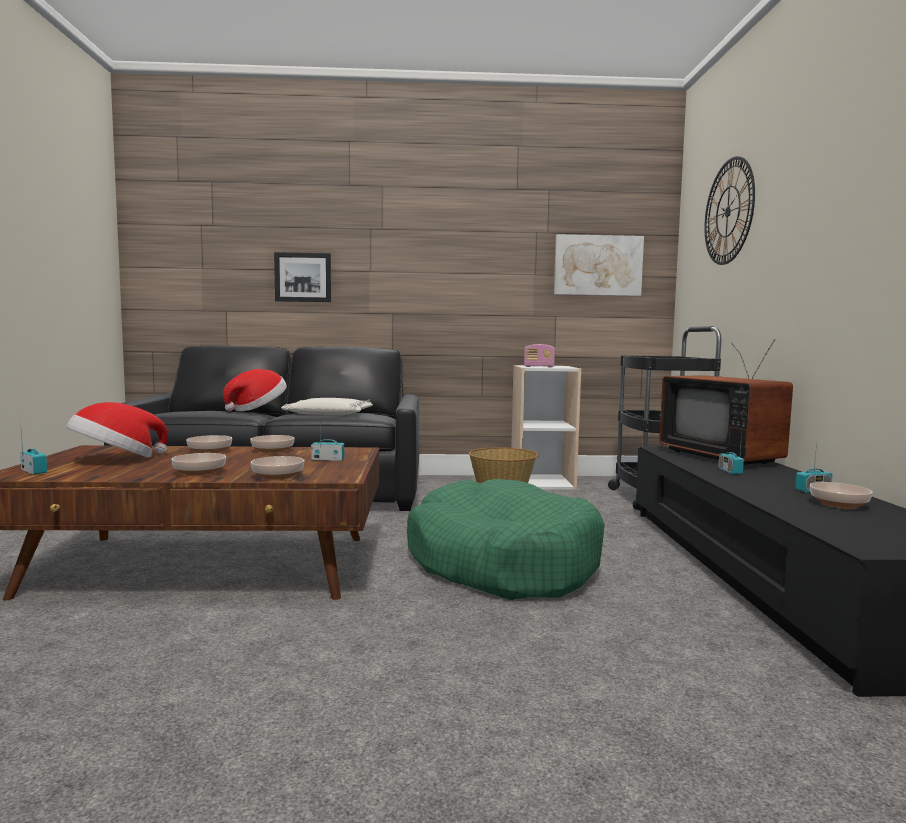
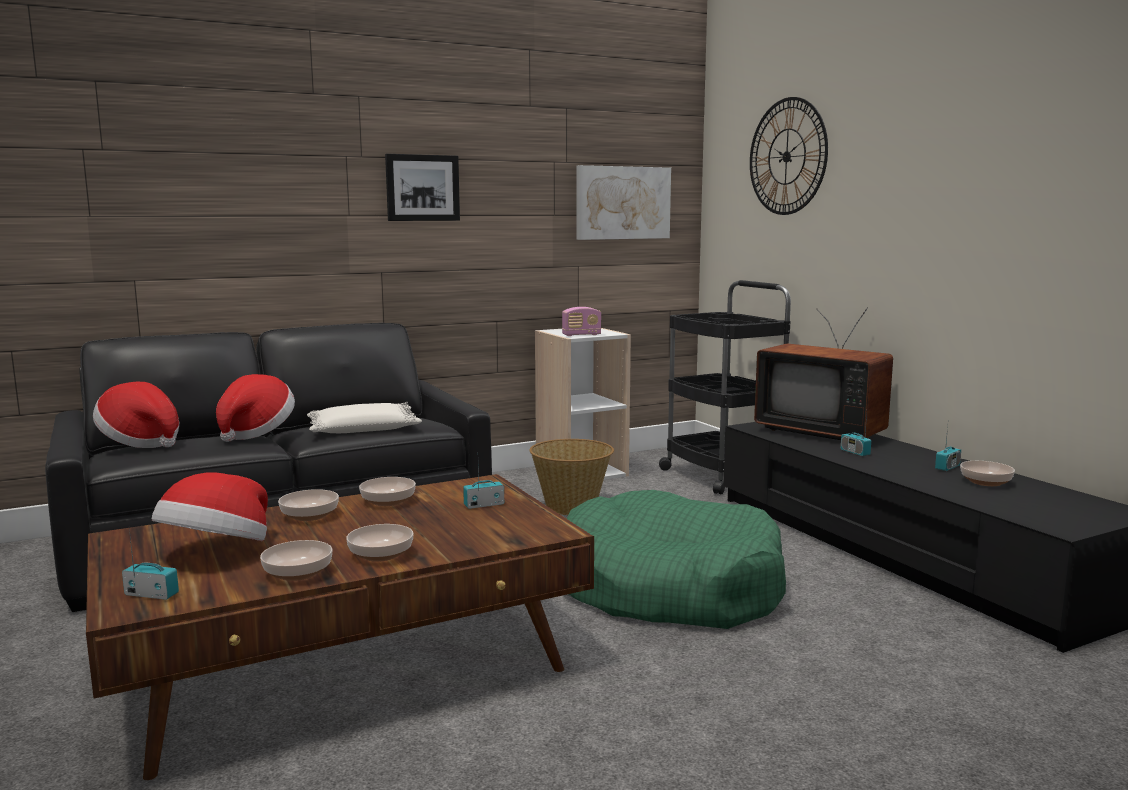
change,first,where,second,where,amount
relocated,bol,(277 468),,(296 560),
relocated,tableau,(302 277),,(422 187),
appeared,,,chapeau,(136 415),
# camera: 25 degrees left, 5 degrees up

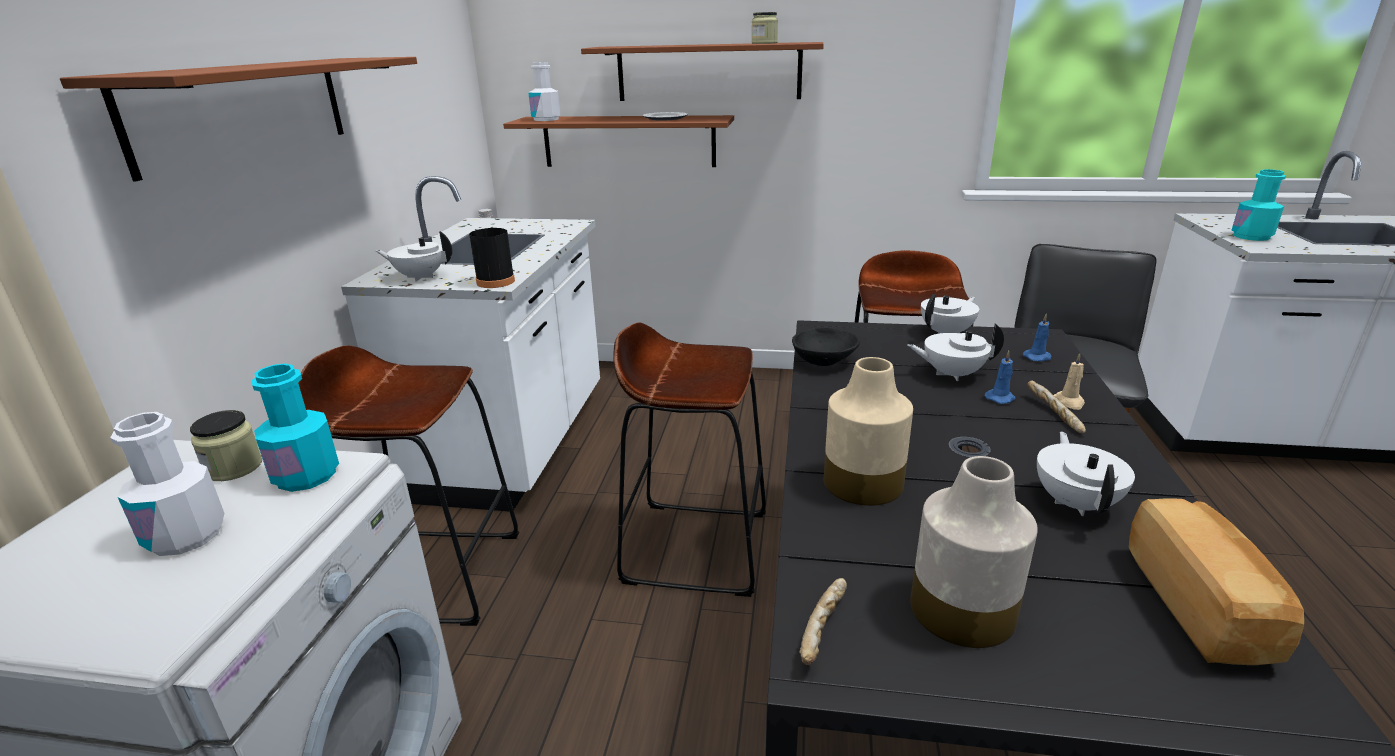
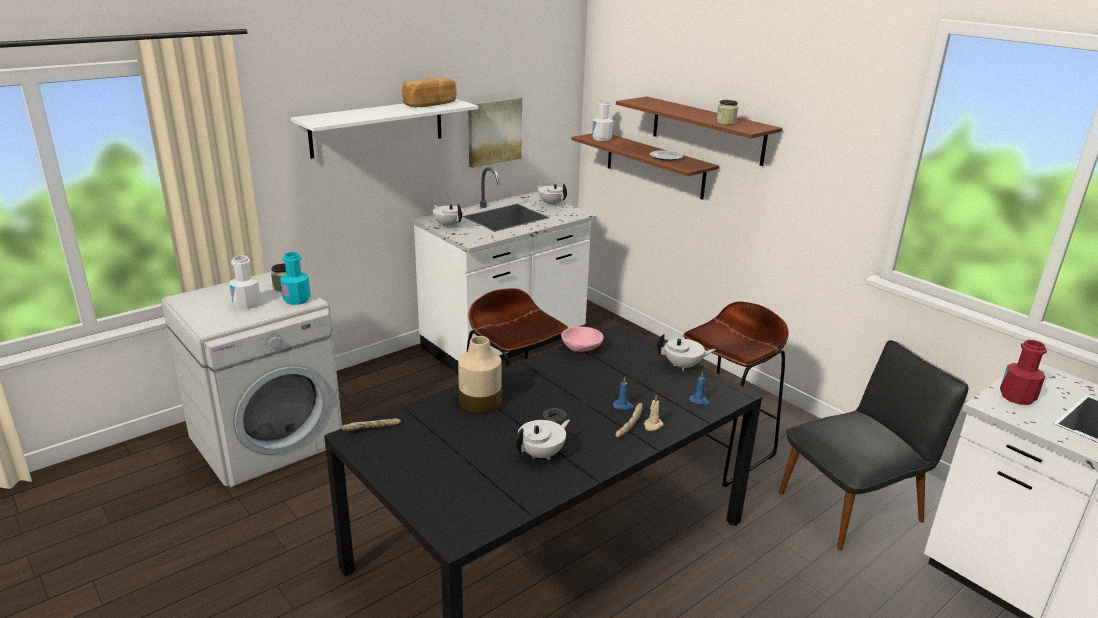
change,first,where,second,where,amount
colour,étagère (marron),(238 119),étagère (blanc),(384 129),
missing,tabouret (marron),(408 485),,,
missing,bouteille (noir),(492 248),,,
colour,bol (noir),(826 347),bol (rose),(582 339),
relocated,théière (blanc),(956 352),,(551 194),
missing,vase (beige),(974 552),,,
relocated,pain,(1216 581),,(429 92),
colour,bouteille (turquoise),(1259 205),bouteille (rouge),(1023 372),
appeared,,,tableau,(495 132),
# camera: 40 degrees right, 0 degrees up

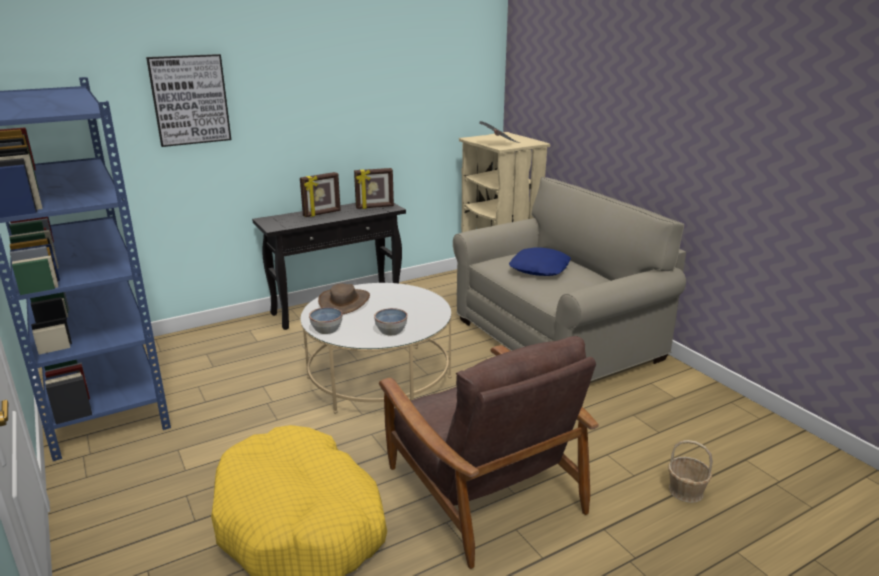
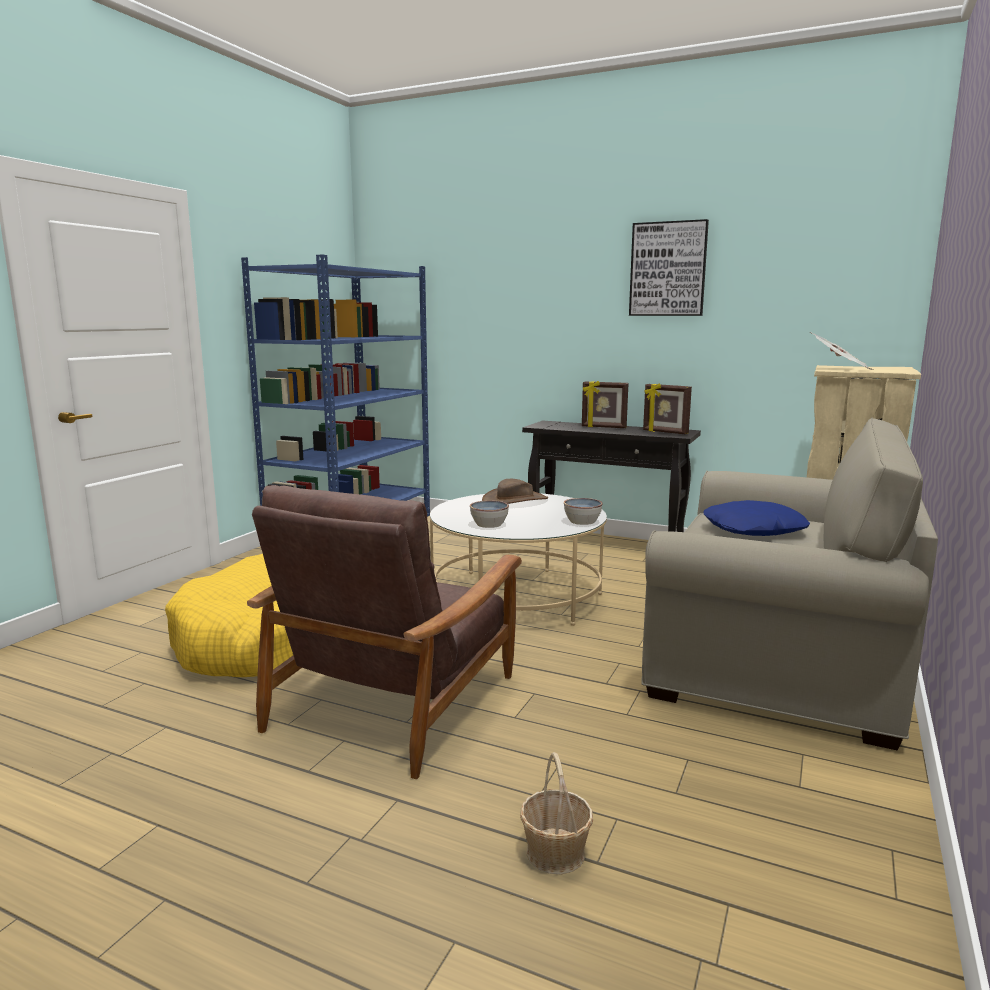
change,first,where,second,where,amount
relocated,tableau,(188 100),,(669 267),
relocated,bol,(326 320),,(583 511),
# camera: 55 degrees right, 10 degrees down

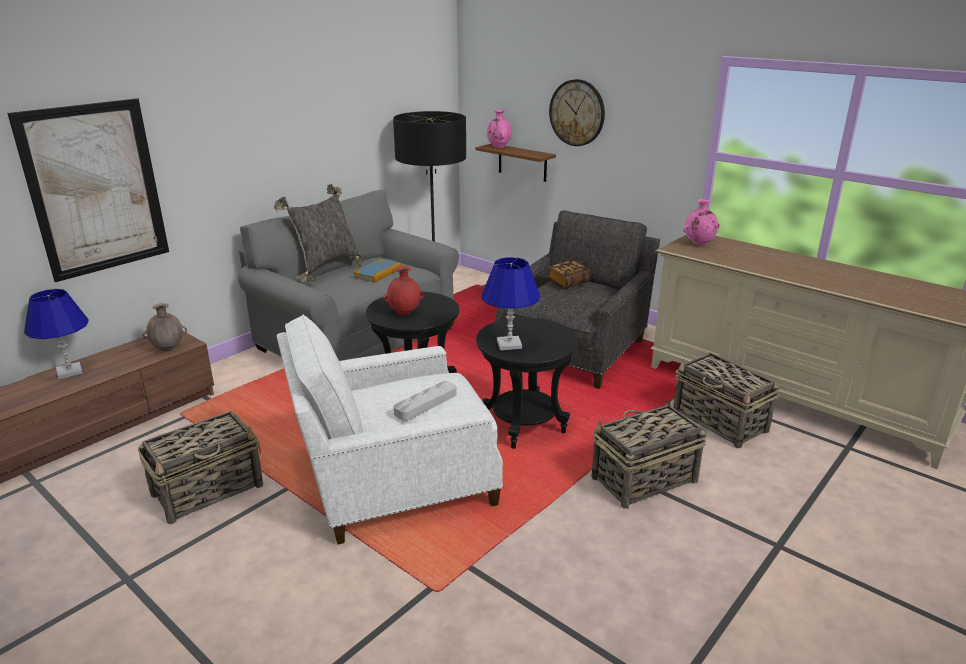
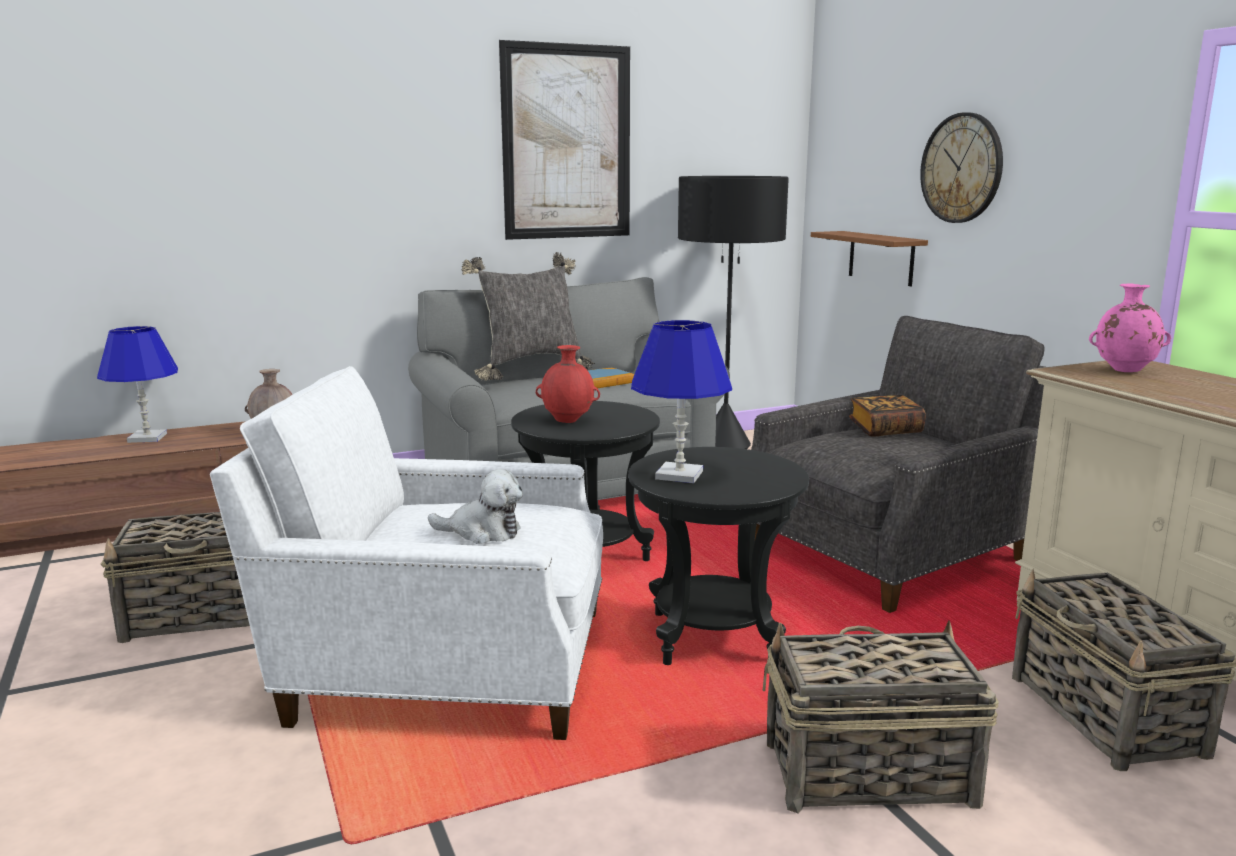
change,first,where,second,where,amount
relocated,tableau,(88 190),,(564 140),
exchanged,plateau (gris),(425 401),peluche,(475 506),
missing,vase (rose),(499 129),,,
# camera: 25 degrees right, 10 degrees down

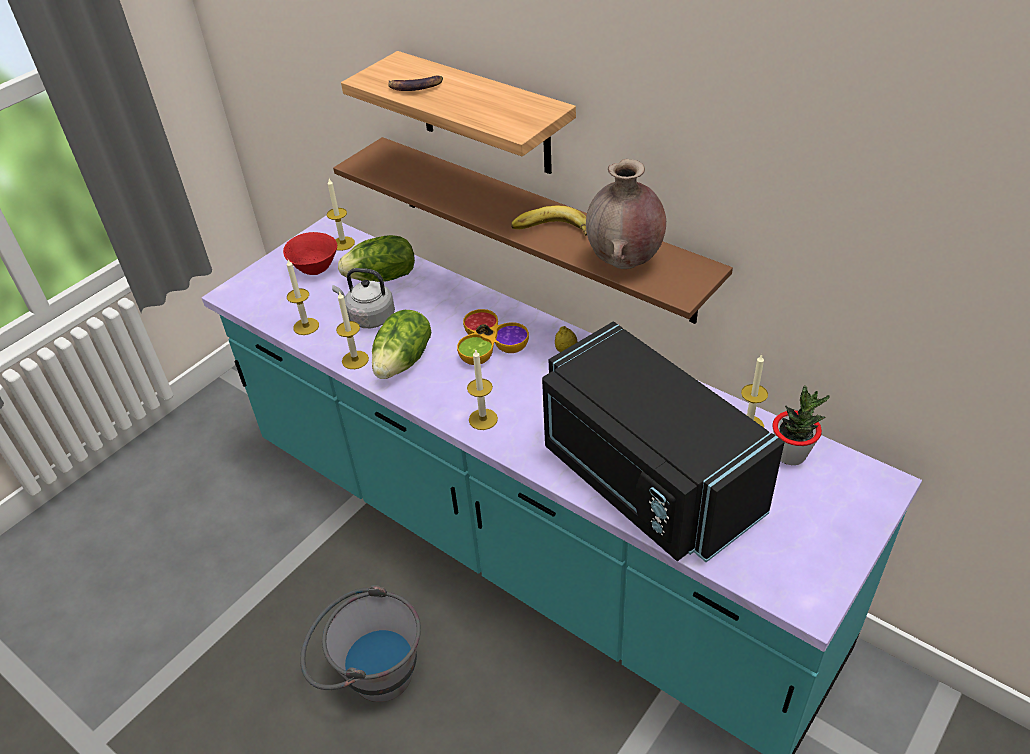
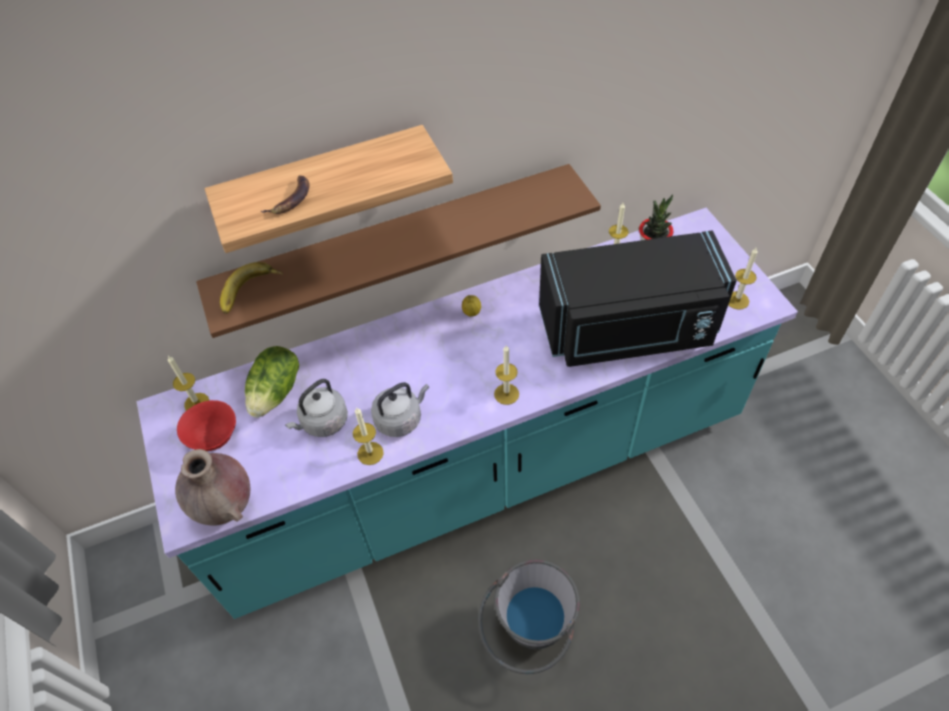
change,first,where,second,where,amount
relocated,bougie,(303 297),,(743 279),
exchanged,laitue,(401 344),bouilloire (gris),(400 409),
missing,bol,(493 337),,,
relocated,banane,(549 220),,(251 288),
relocated,vase (marron),(626 214),,(212 487),
# camera: 60 degrees left, 10 degrees up

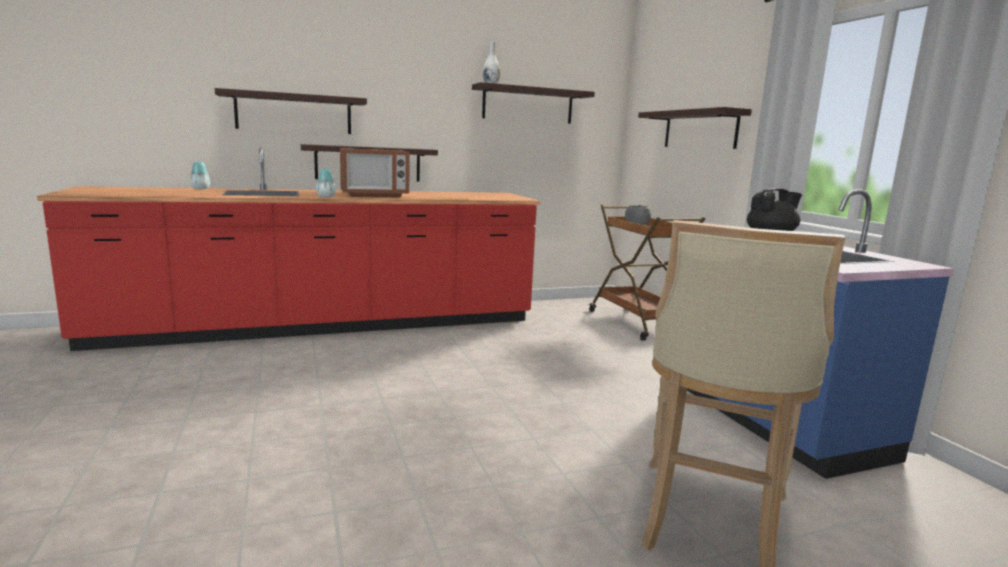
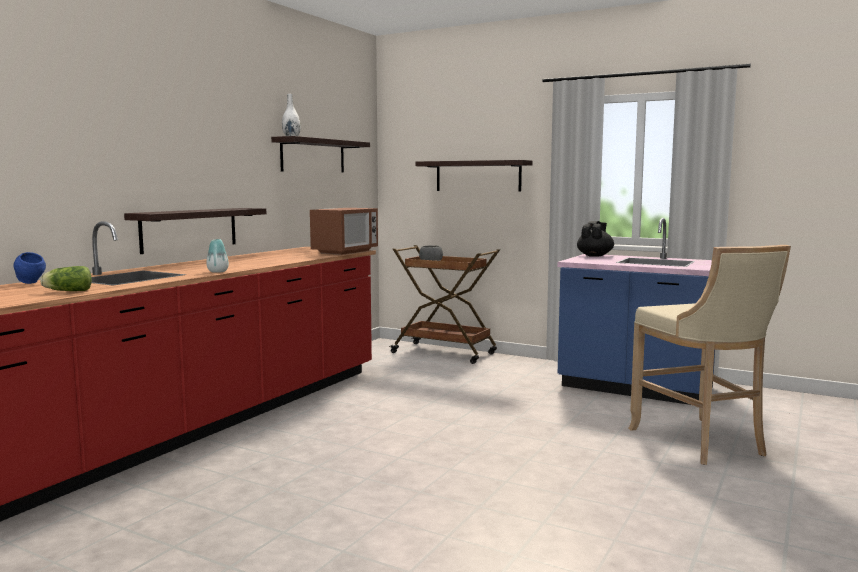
change,first,where,second,where,amount
exchanged,vase,(200 175),bol (bleu),(29 268),
missing,étagère,(291 111),,,
relocated,micro-ondes,(375 172),,(344 231),
appeared,,,laitue,(66 278),
# camera: 40 degrees left, 5 degrees down

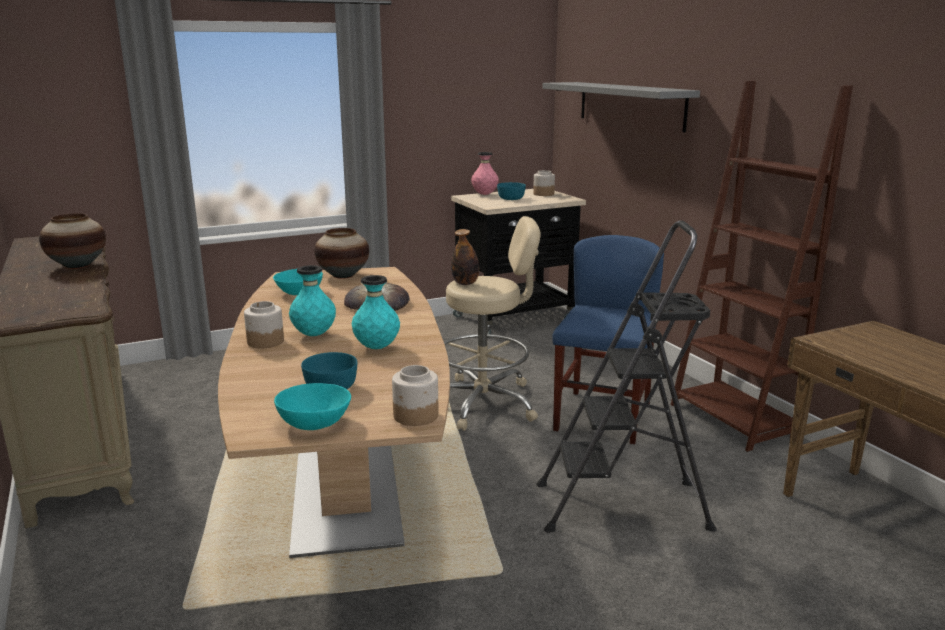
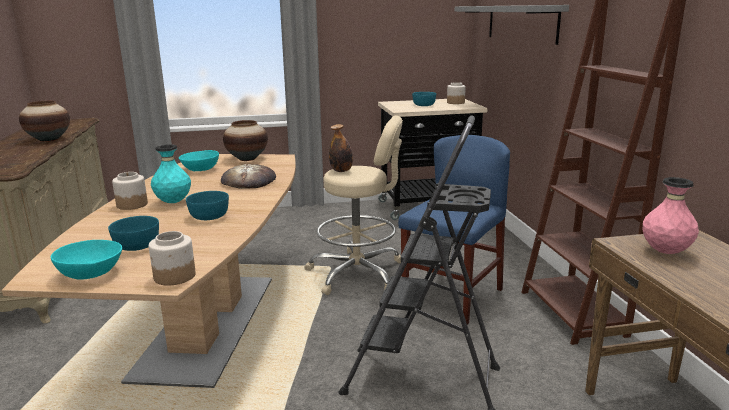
change,first,where,second,where,amount
exchanged,vase (turquoise),(376 312),bol (turquoise),(207 205),
relocated,vase (rose),(485 173),,(670 215),
# camera: 15 degrees right, 0 degrees up

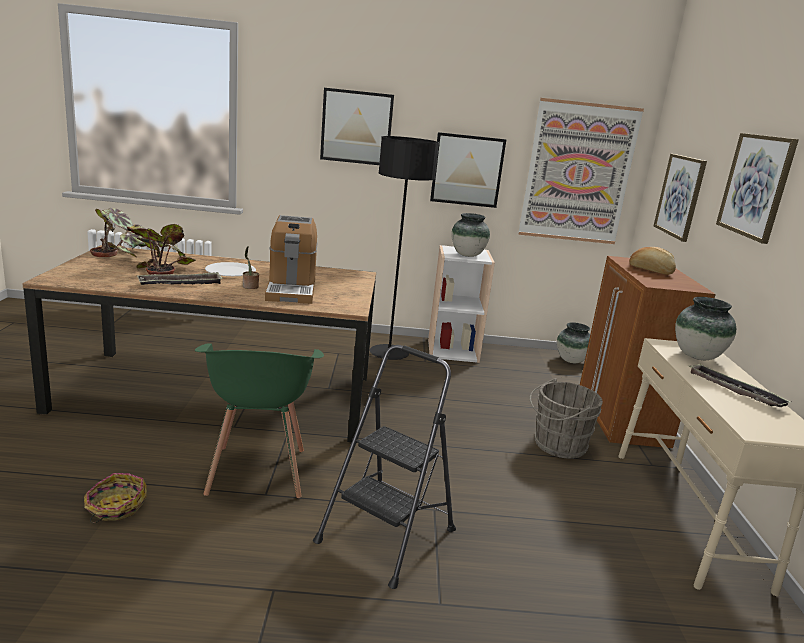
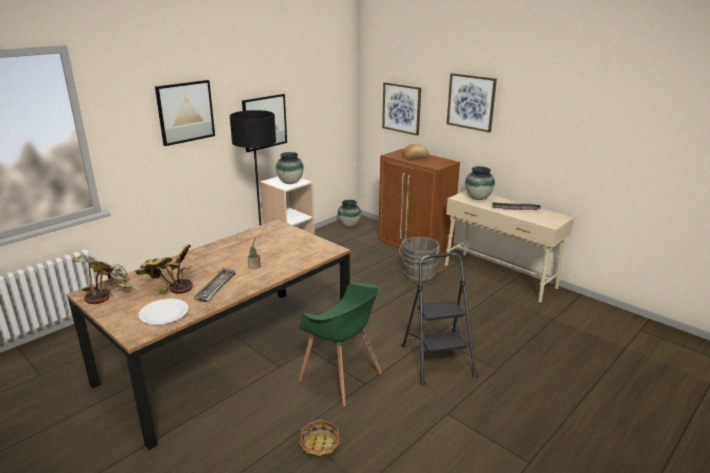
change,first,where,second,where,amount
relocated,assiette (blanc),(230 269),,(163 311),
missing,machine à café,(291 259),,,
missing,tableau,(581 171),,,
# camera: 45 degrees left, 5 degrees up

